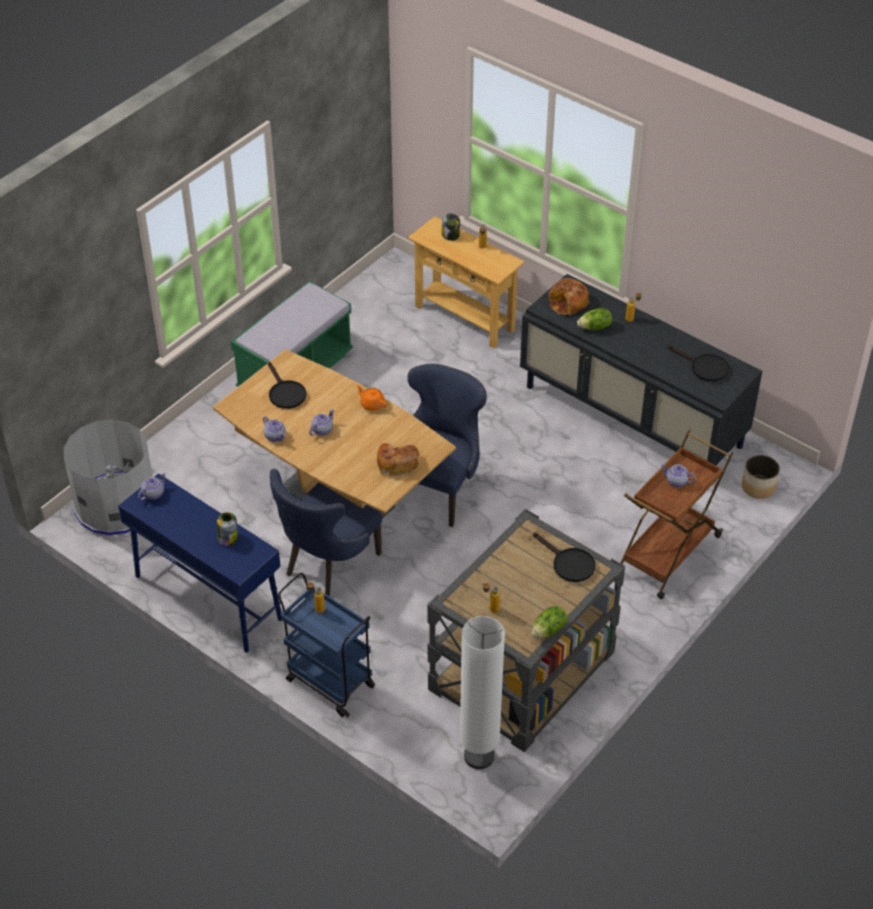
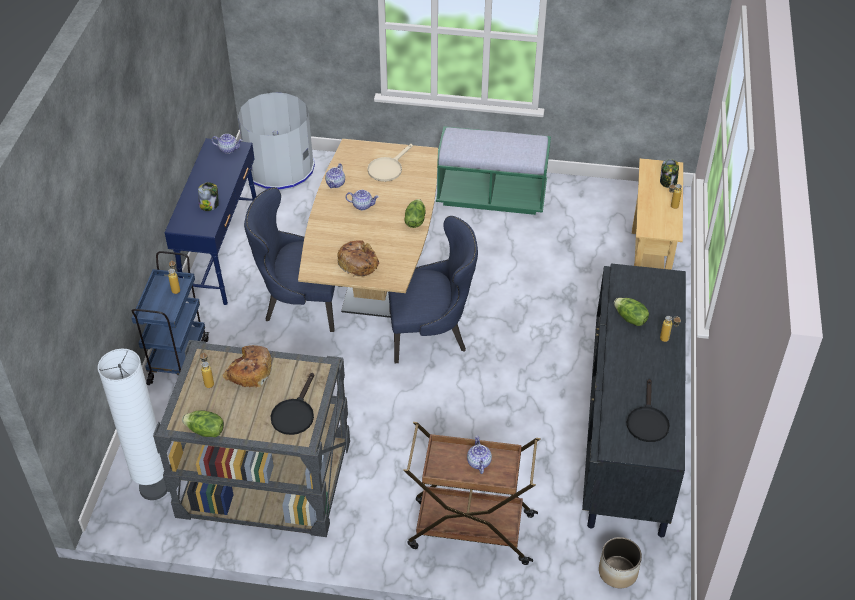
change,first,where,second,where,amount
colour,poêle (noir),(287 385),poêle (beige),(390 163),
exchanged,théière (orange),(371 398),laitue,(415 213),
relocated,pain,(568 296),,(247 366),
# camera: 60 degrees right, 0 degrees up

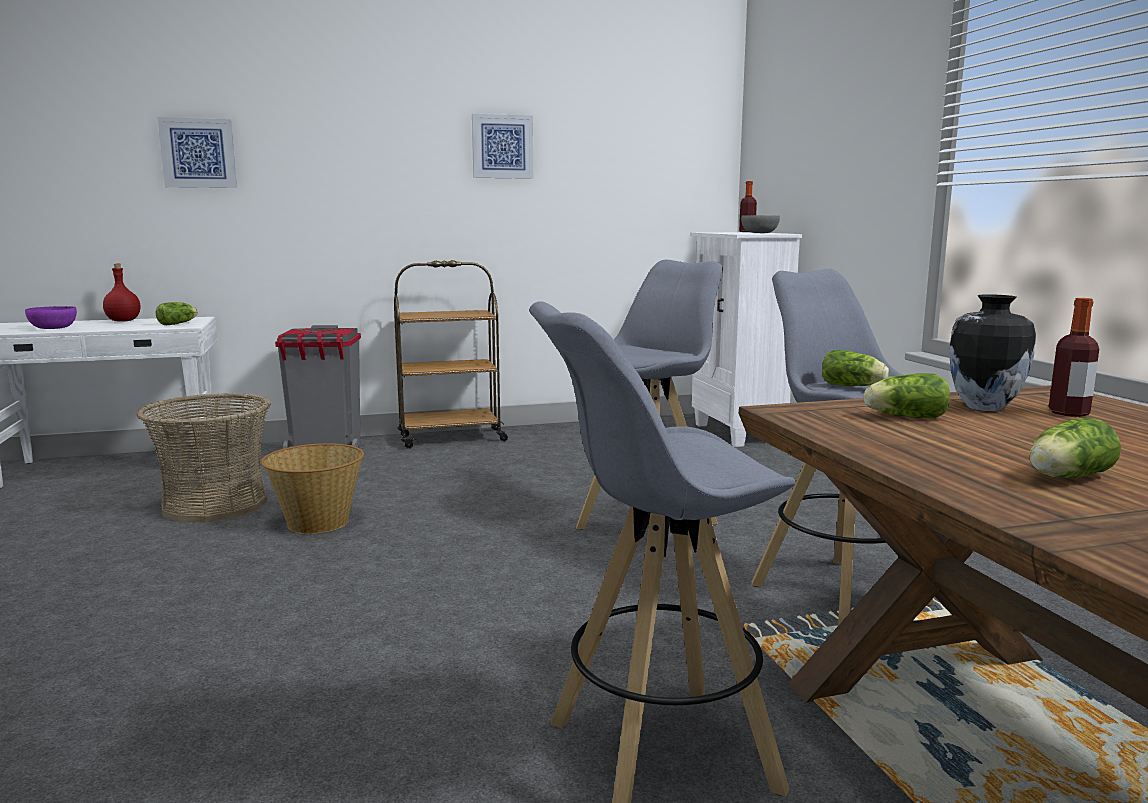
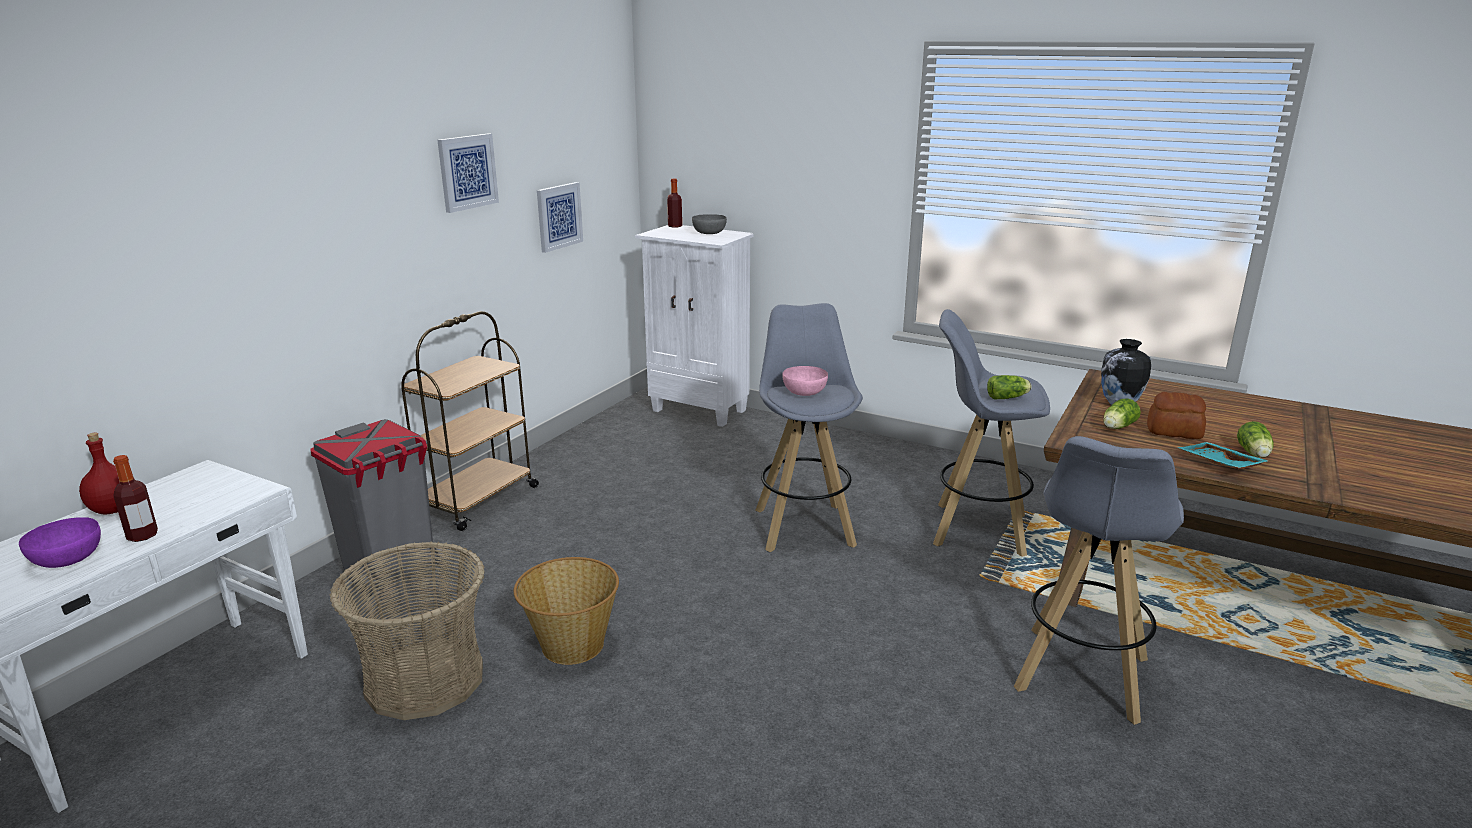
change,first,where,second,where,amount
missing,laitue,(177 313),,,
relocated,tableau,(197 152),,(560 217),
relocated,bouteille,(1074 357),,(135 498),
appeared,,,bol (rose),(805 381),
appeared,,,pain,(1176 415),
appeared,,,plateau (turquoise),(1222 455),
# camera: 45 degrees left, 10 degrees up

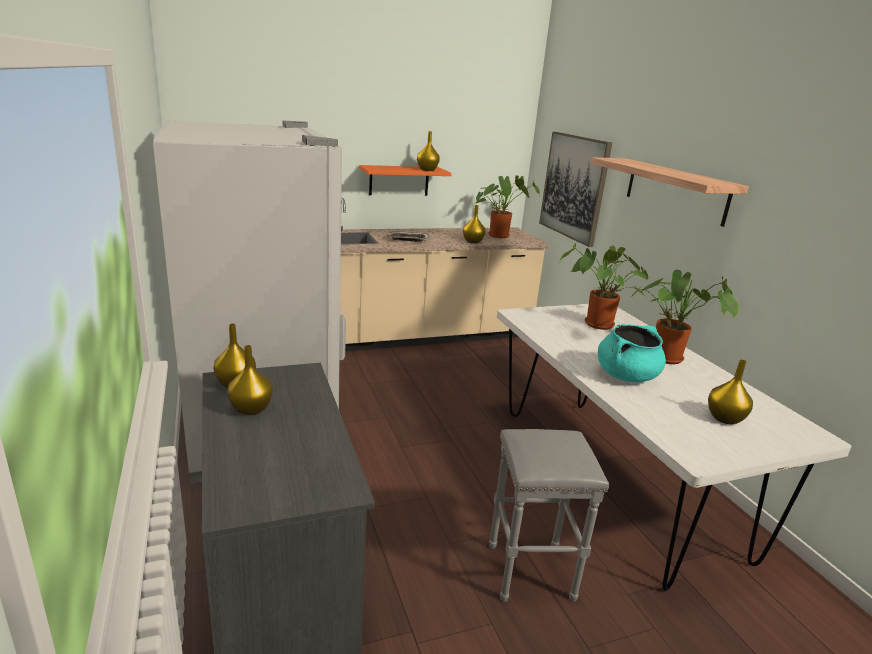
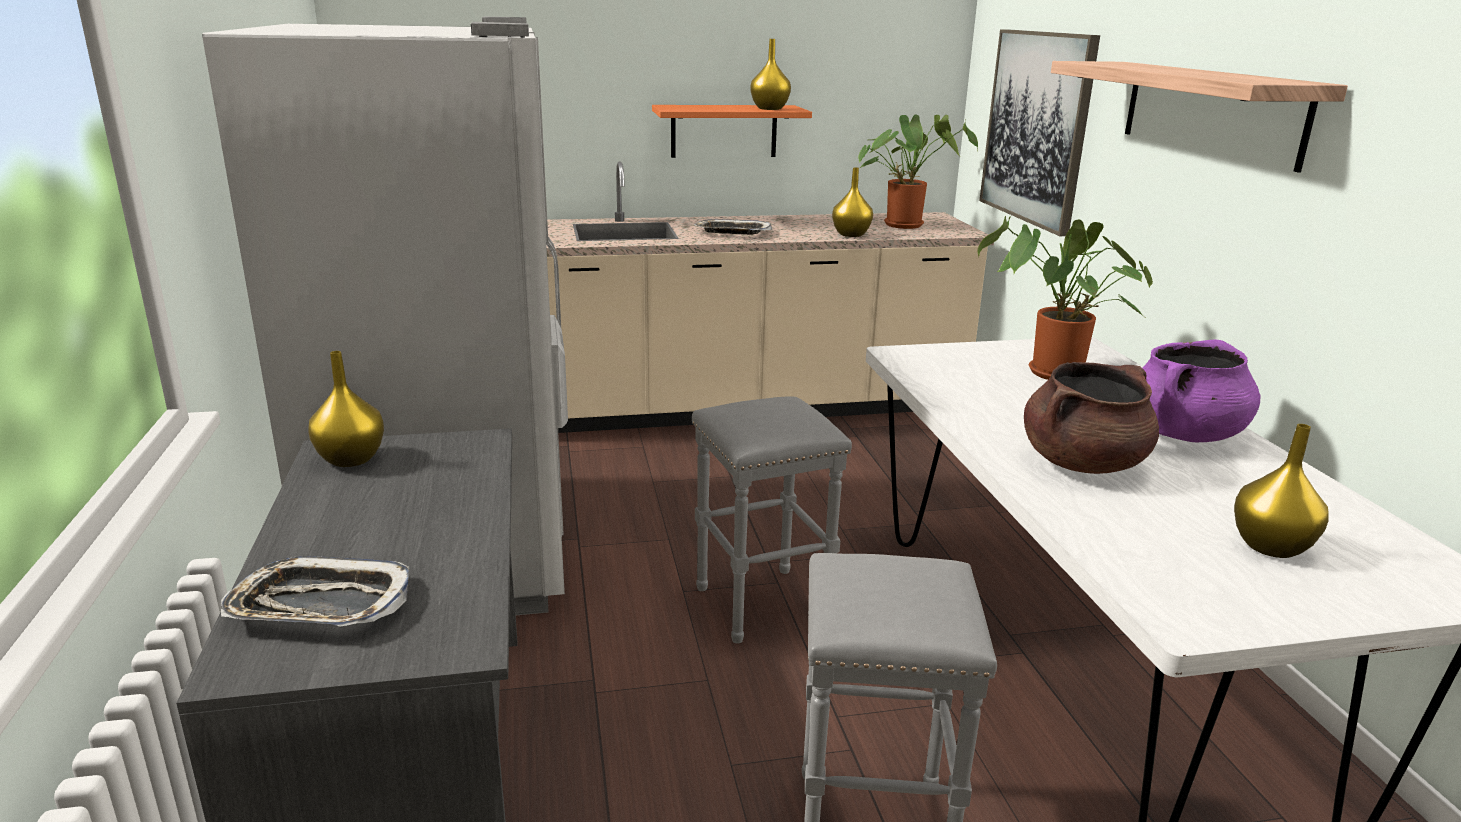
change,first,where,second,where,amount
missing,vase (jaune),(250 380),,,
colour,marmite (turquoise),(632 353),marmite (marron),(1091 418),
exchanged,plante en pot,(685 317),marmite (violet),(1201 391),
appeared,,,plateau,(315 591),
appeared,,,tabouret (gris),(772 520),
# camera: 10 degrees right, 0 degrees up

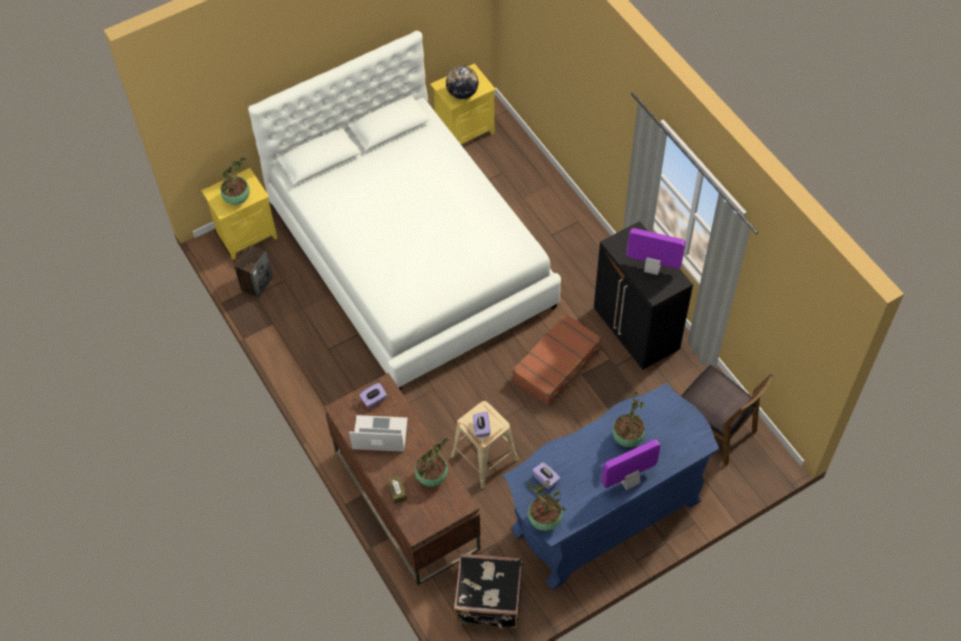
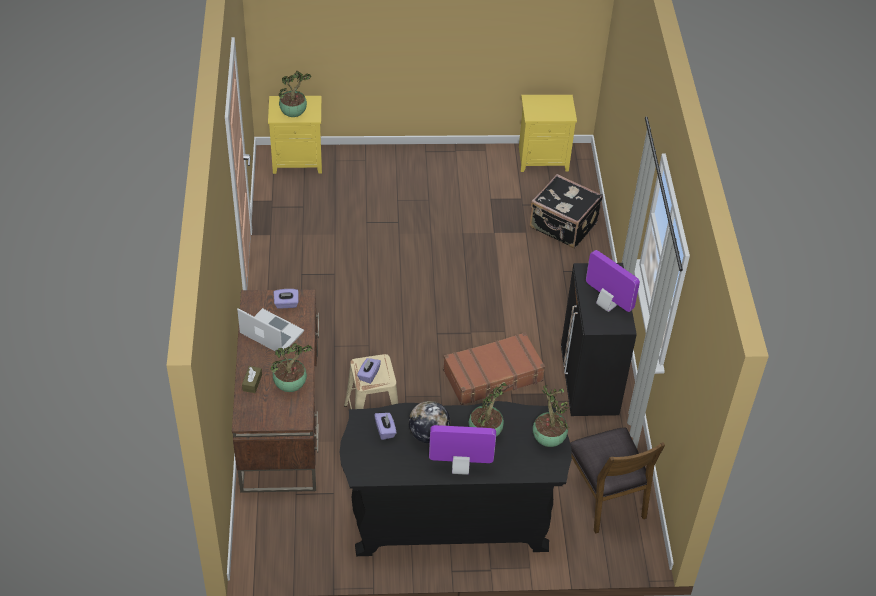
change,first,where,second,where,amount
missing,enceinte,(253 271),,,
missing,lit (blanc),(404 210),,,
relocated,globe,(462 82),,(429 422),
relocated,valise (noir),(488 592),,(566 211),
colour,commode (bleu),(610 486),commode (noir),(456 478),
relocated,plante en pot,(546 505),,(551 416),
# camera: 25 degrees right, 10 degrees down

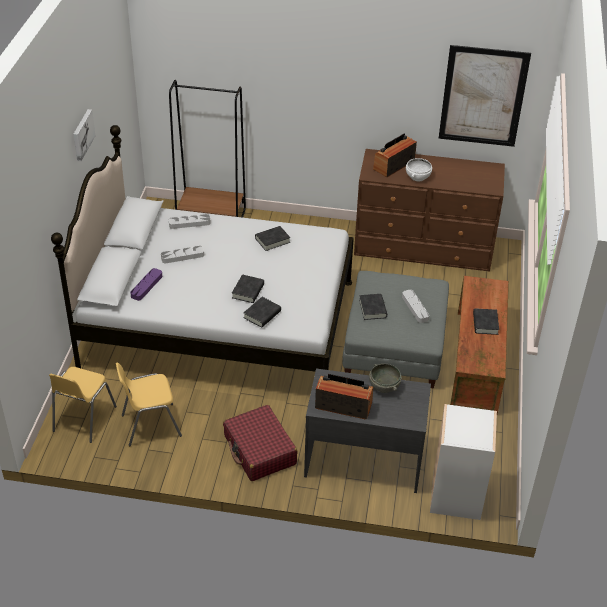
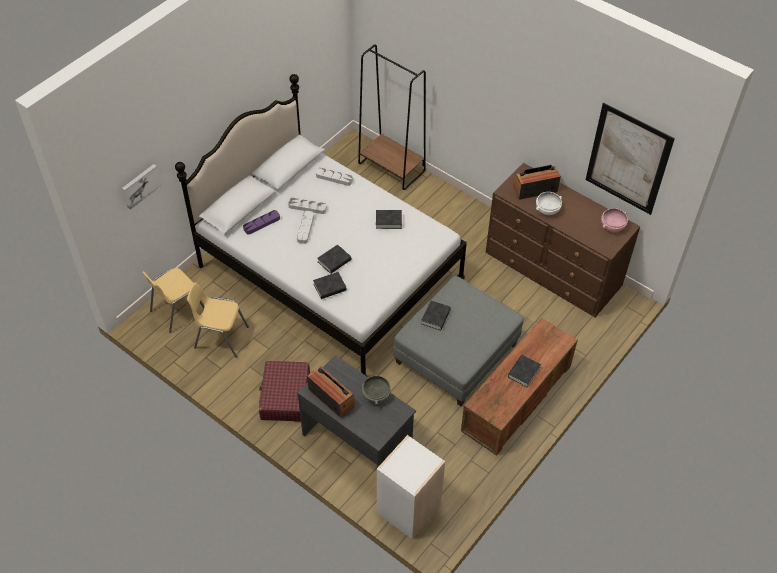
change,first,where,second,where,amount
relocated,tableau,(84 135),,(141 187),
relocated,plateau (gris),(416 306),,(305 227),
appeared,,,bol (rose),(614 220),
# camera: 30 degrees right, 10 degrees up

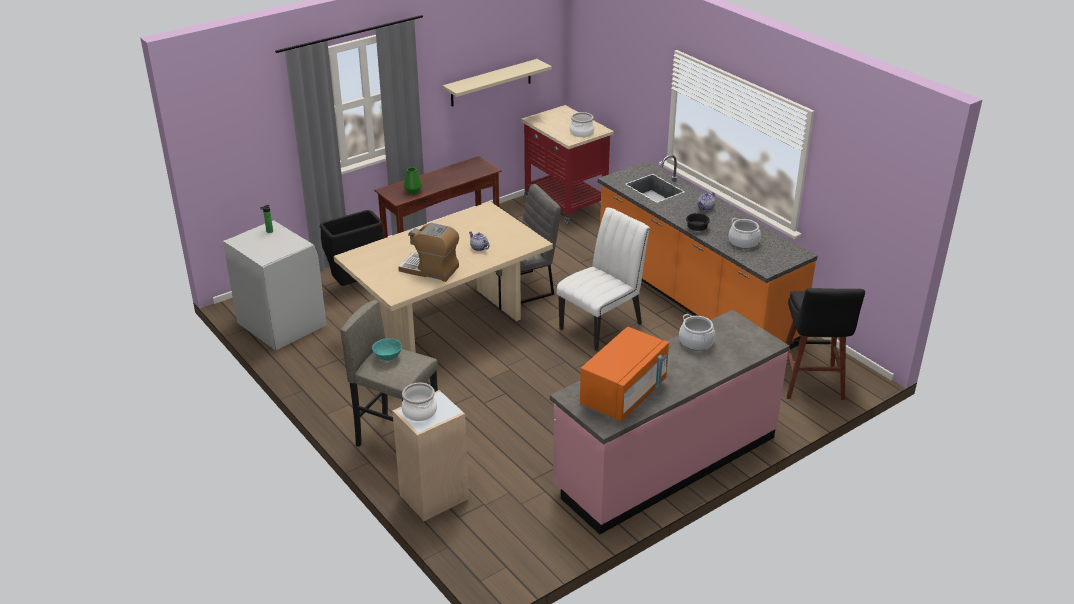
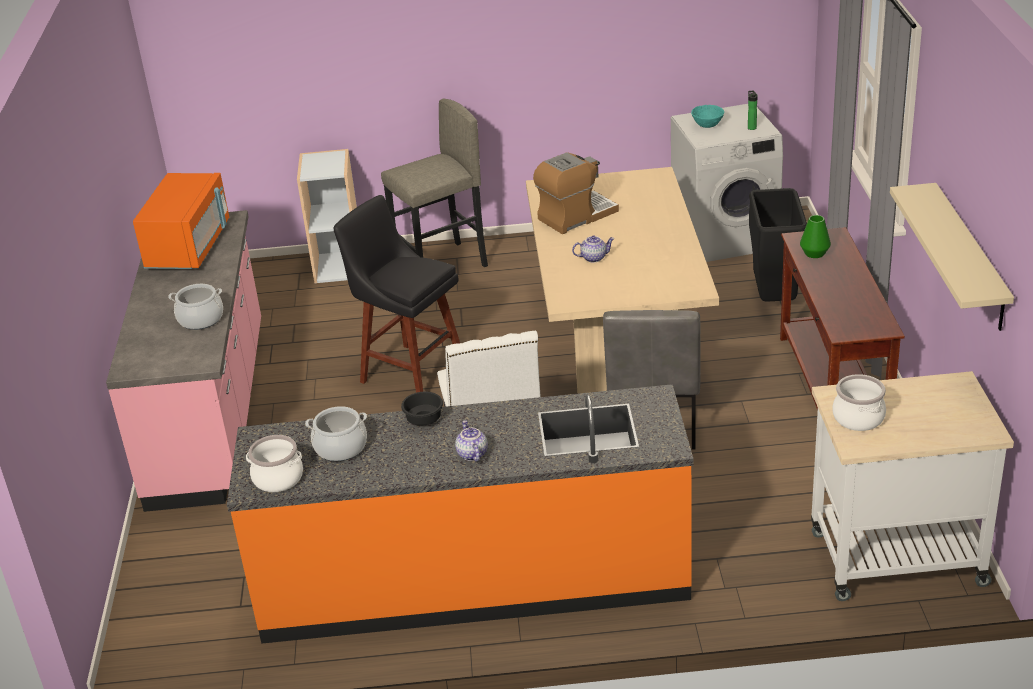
change,first,where,second,where,amount
relocated,bol (turquoise),(387 349),,(707 116),
relocated,marmite,(419 402),,(274 463),
colour,chariot (rouge),(567 165),chariot (blanc),(912 486),
spun,micro-ondes (orange),(624 374),,(181 221),150 degrees counterclockwise
relocated,tabouret (noir),(825 344),,(397 294),
# camera: 125 degrees right, 0 degrees up

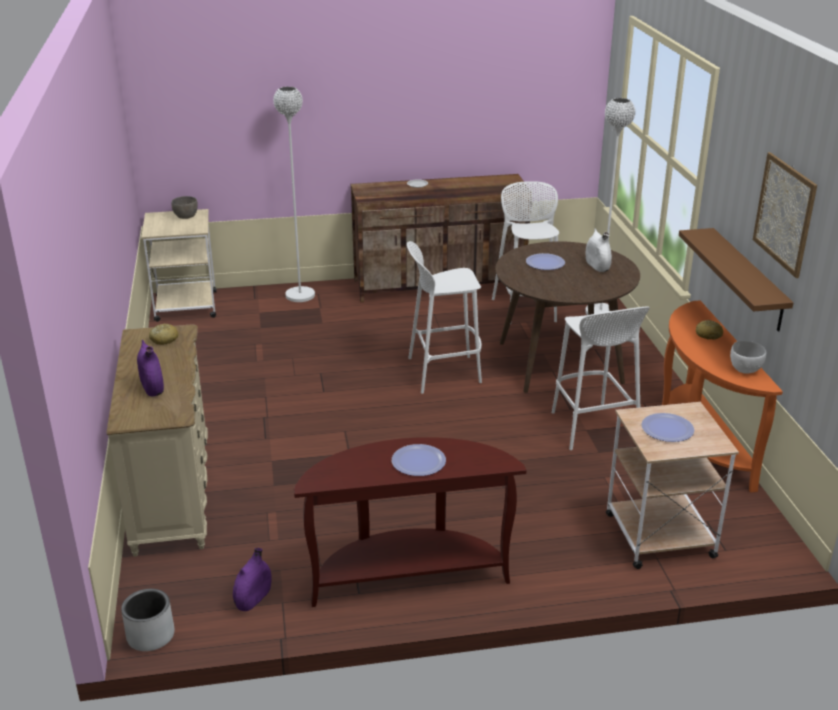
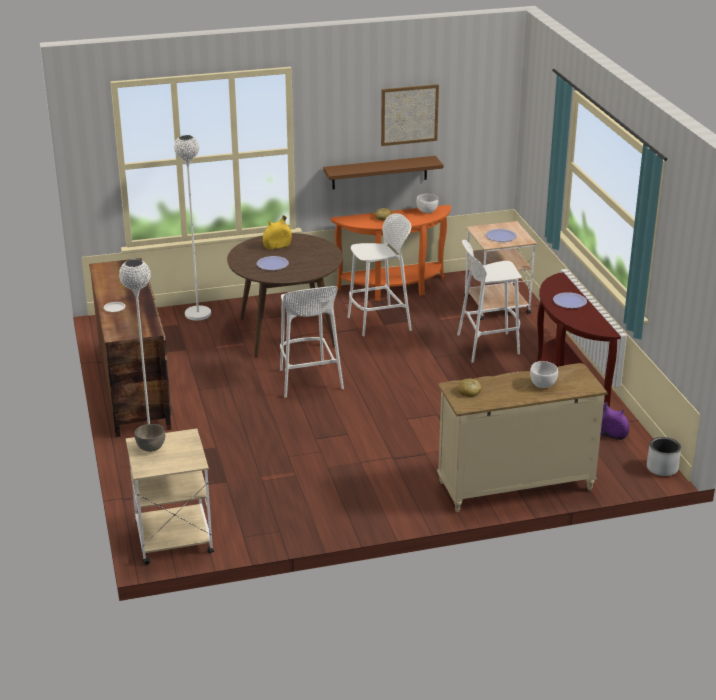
change,first,where,second,where,amount
exchanged,vase (violet),(150 368),bol (blanc),(544 374),
relocated,tabouret (blanc),(525 251),,(489 301),
colour,vase (blanc),(599 250),vase (jaune),(277 232),
# camera: 95 degrees left, 0 degrees up

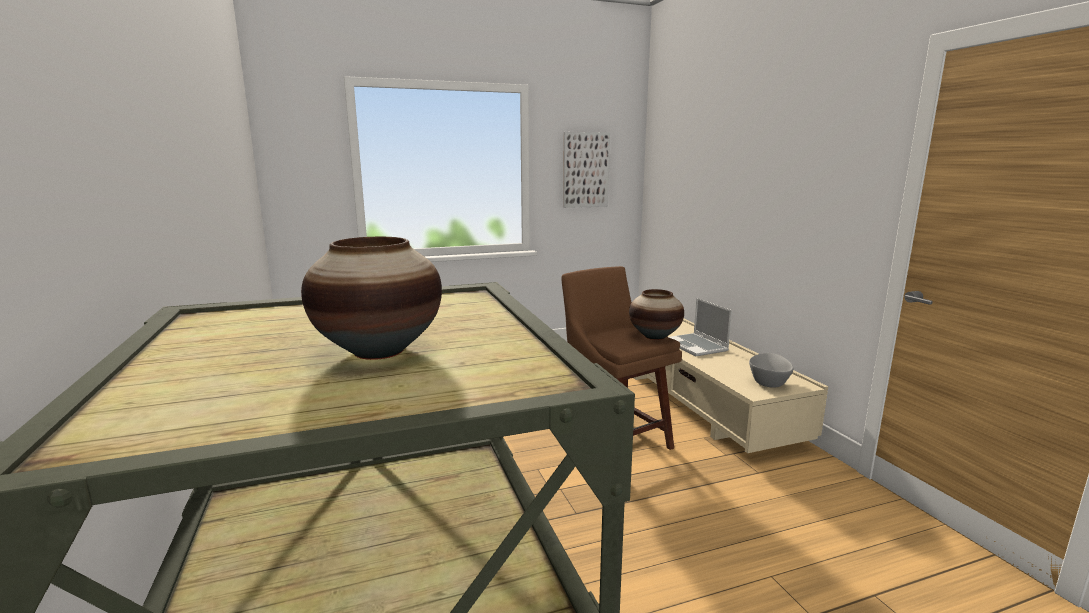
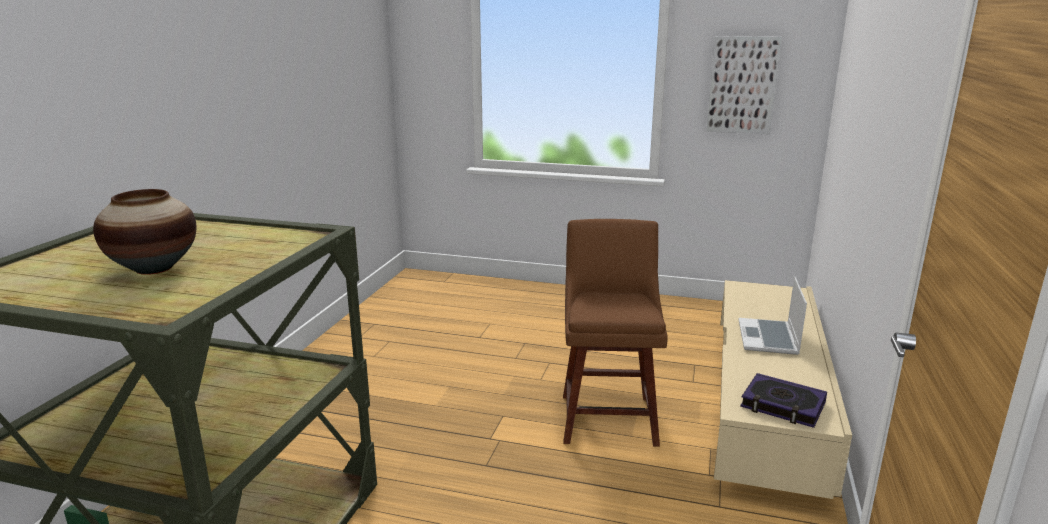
change,first,where,second,where,amount
missing,vase,(656 314),,,
exchanged,bol (gris),(771 370),livre,(783 400),
# camera: 35 degrees right, 5 degrees up

